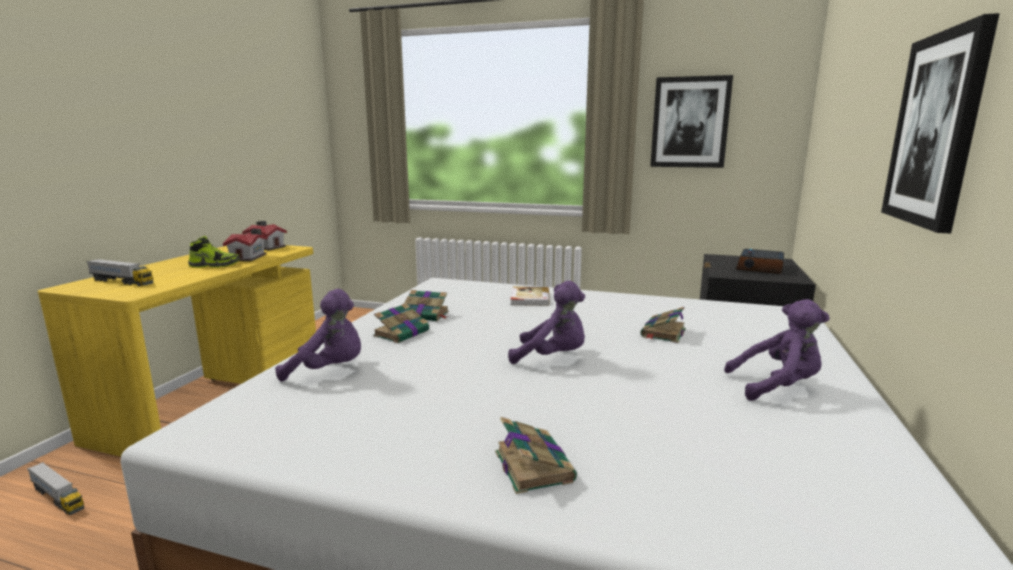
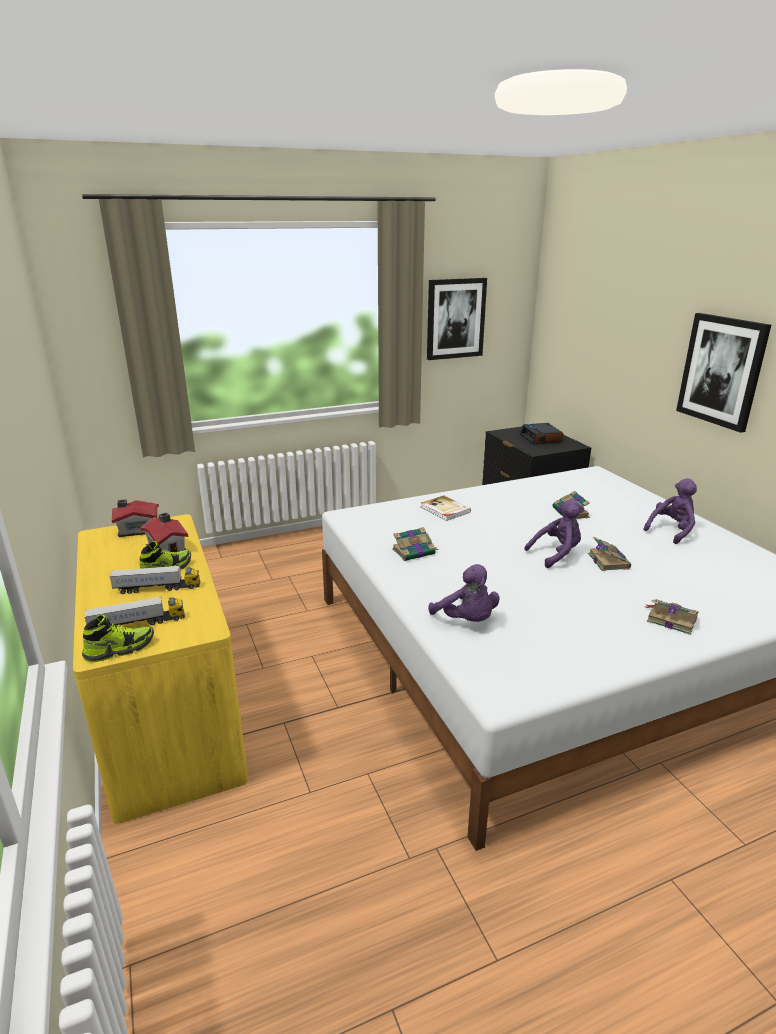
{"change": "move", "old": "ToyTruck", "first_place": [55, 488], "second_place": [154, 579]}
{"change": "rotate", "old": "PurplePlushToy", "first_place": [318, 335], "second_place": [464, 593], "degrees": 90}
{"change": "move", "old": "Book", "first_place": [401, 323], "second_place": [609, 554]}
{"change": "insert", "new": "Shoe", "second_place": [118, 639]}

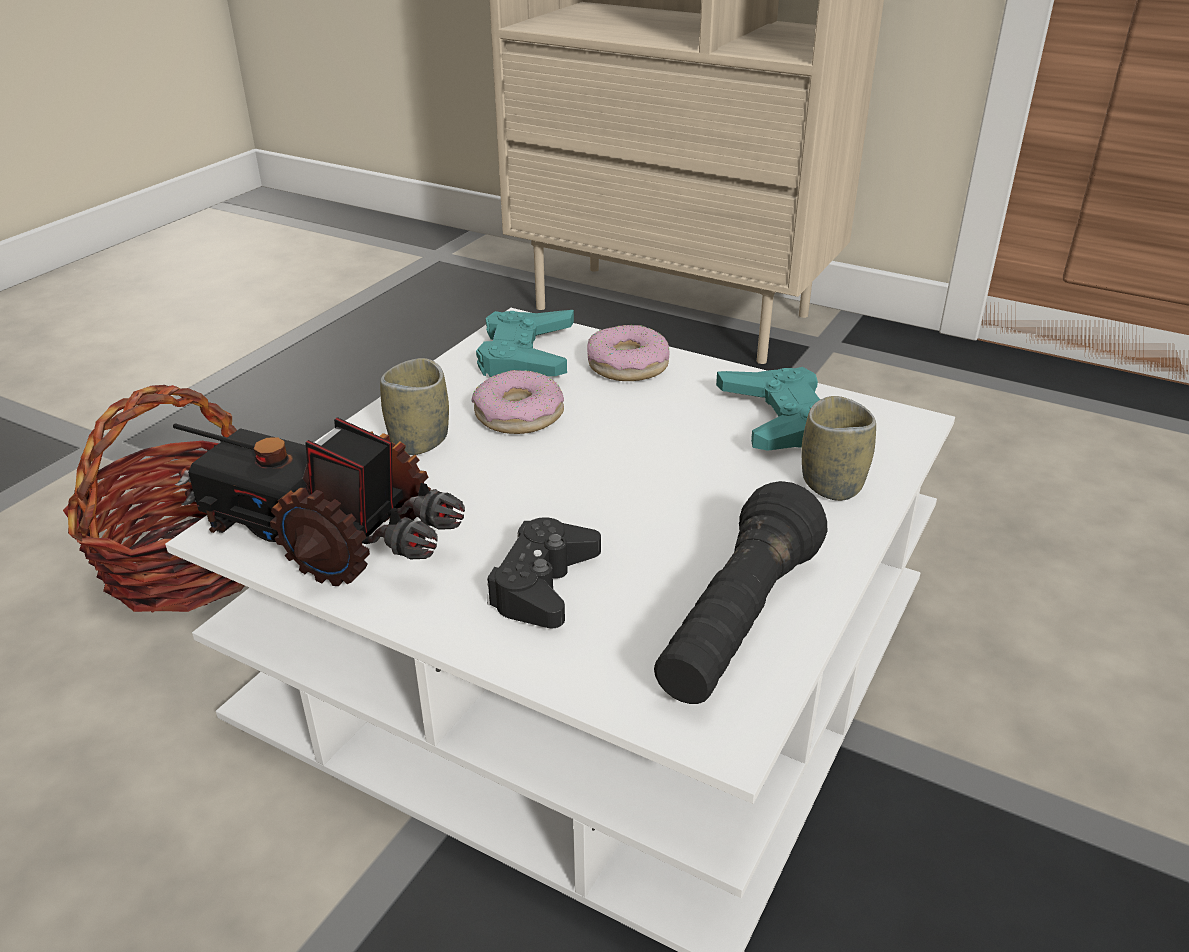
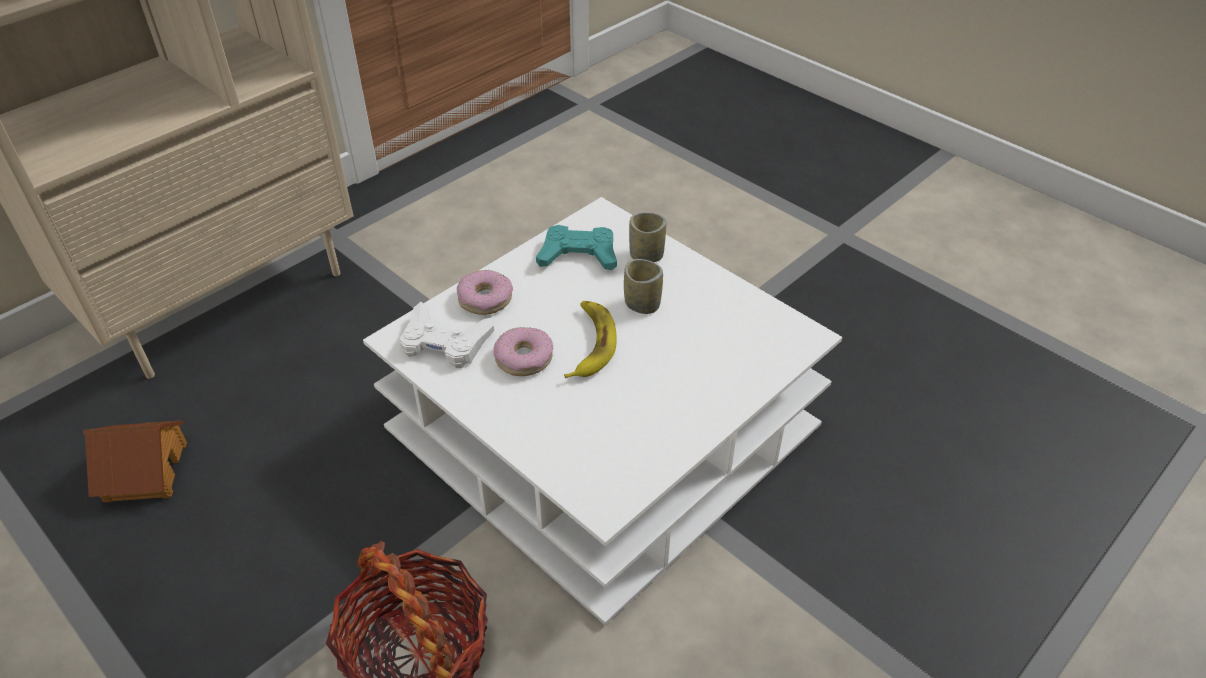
{"change": "delete", "old": "ToyTruck", "first_place": [319, 501]}
{"change": "move", "old": "Cup", "first_place": [414, 406], "second_place": [643, 286]}
{"change": "recolor", "old": "TurquoiseGameController", "new": "WhiteGameController", "first_place": [525, 343], "second_place": [447, 335]}
{"change": "delete", "old": "BlackGameController", "first_place": [544, 572]}
{"change": "delete", "old": "BlackFlashlight", "first_place": [740, 592]}
{"change": "insert", "new": "ToyHouse", "second_place": [135, 461]}
{"change": "insert", "new": "Banana", "second_place": [590, 339]}

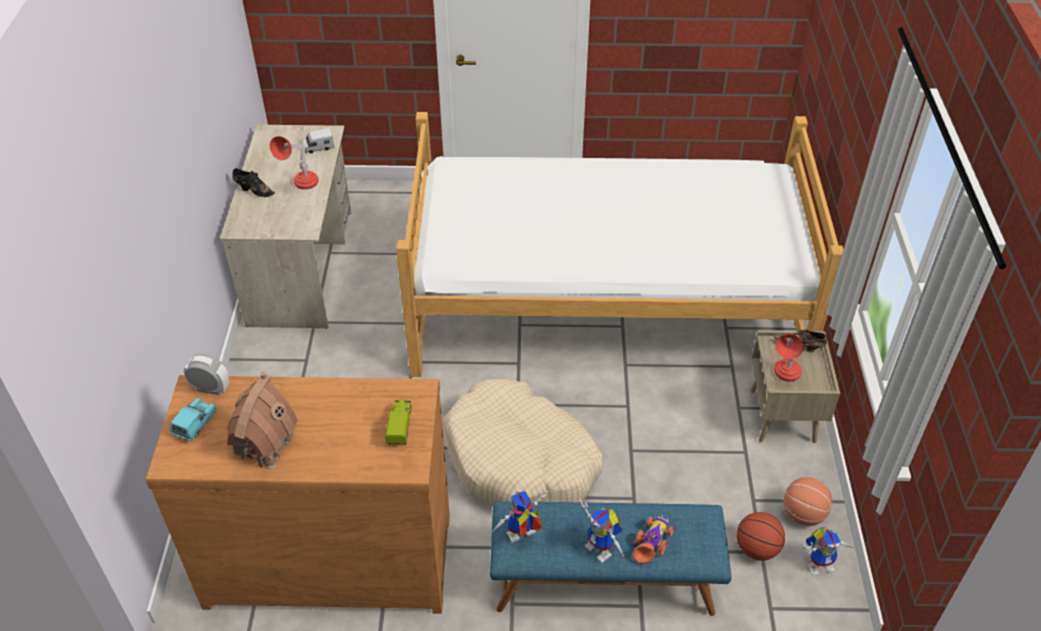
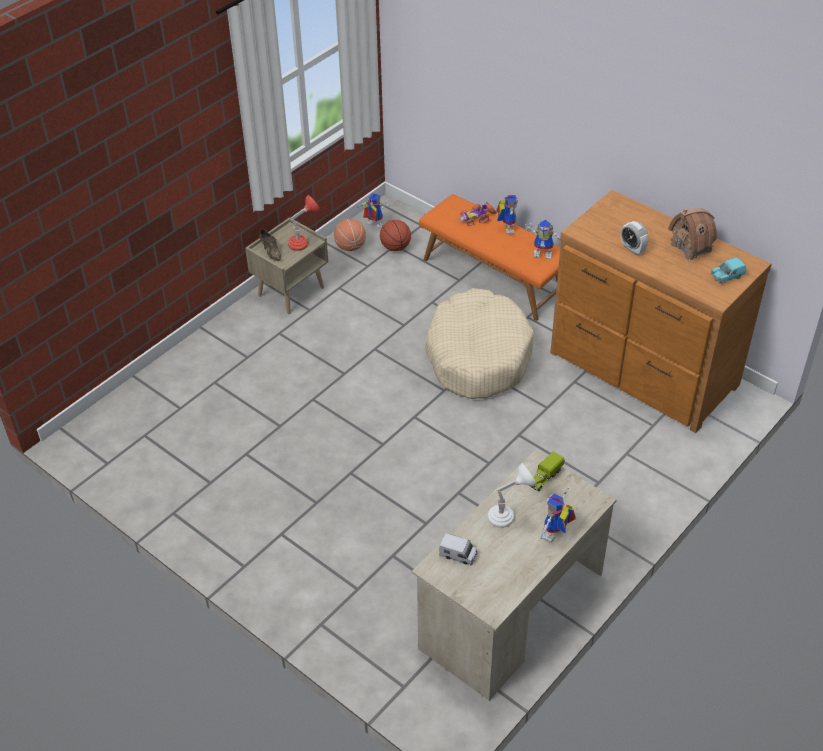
{"change": "move", "old": "AlarmClock", "first_place": [206, 374], "second_place": [634, 238]}
{"change": "replace", "old": "BlackShoe", "new": "ToyRobot", "first_place": [253, 182], "second_place": [557, 515]}
{"change": "recolor", "old": "RedTableLamp", "new": "WhiteTableLamp", "first_place": [294, 162], "second_place": [512, 495]}
{"change": "move", "old": "ToyTruck", "first_place": [398, 422], "second_place": [547, 471]}
{"change": "delete", "old": "Bed", "first_place": [619, 244]}
{"change": "recolor", "old": "BlueBench", "new": "OrangeBench", "first_place": [611, 558], "second_place": [489, 257]}

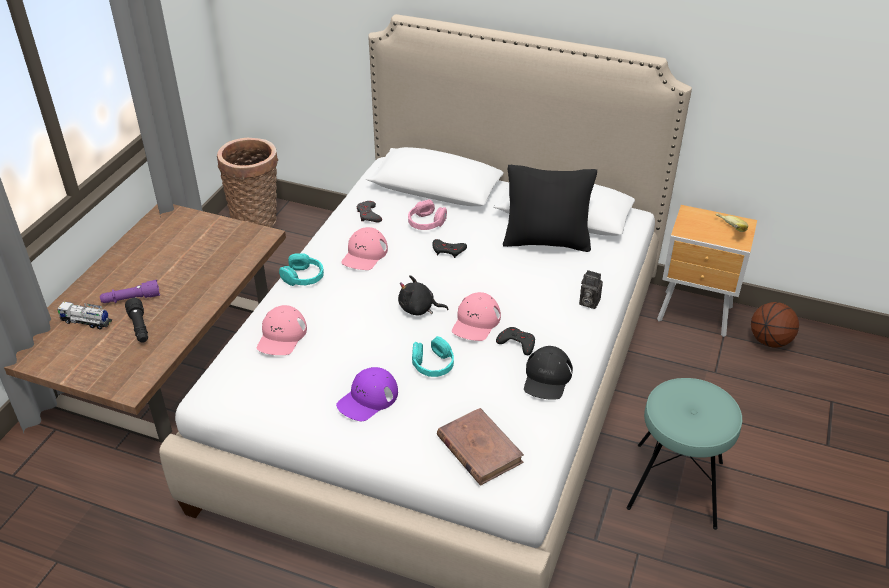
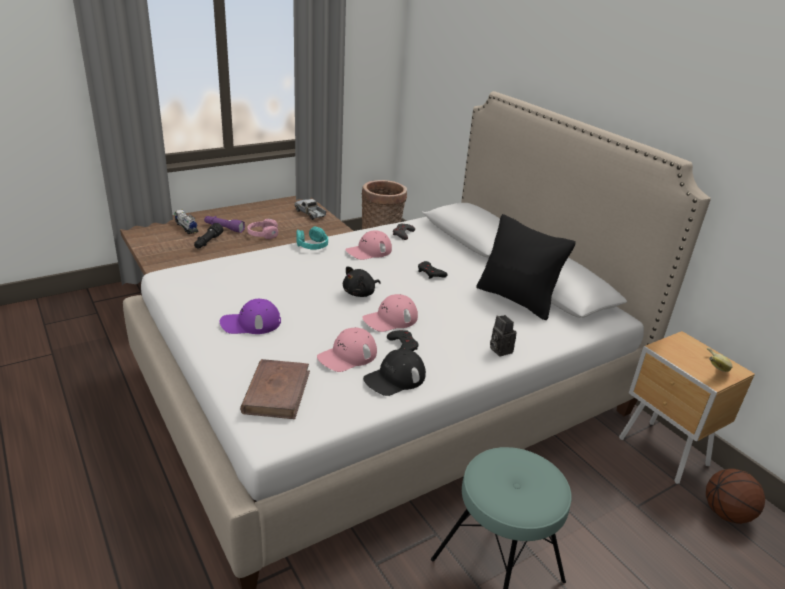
{"change": "move", "old": "PinkCap", "first_place": [282, 330], "second_place": [347, 349]}
{"change": "rotate", "old": "BlackPlushToy", "first_place": [423, 295], "second_place": [362, 281], "degrees": -90}
{"change": "move", "old": "PinkHeadphones", "first_place": [427, 214], "second_place": [262, 229]}
{"change": "delete", "old": "TurquoiseHeadphones", "first_place": [433, 356]}
{"change": "insert", "new": "ToyTruck", "second_place": [310, 209]}

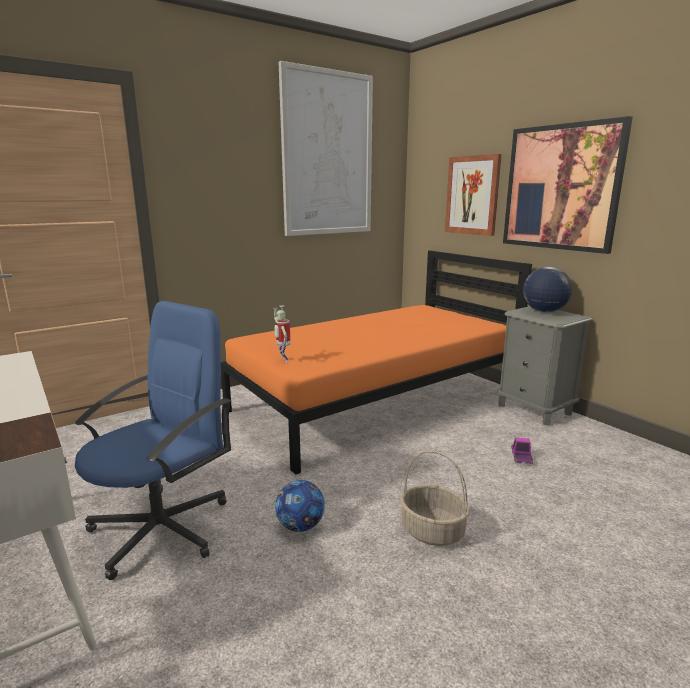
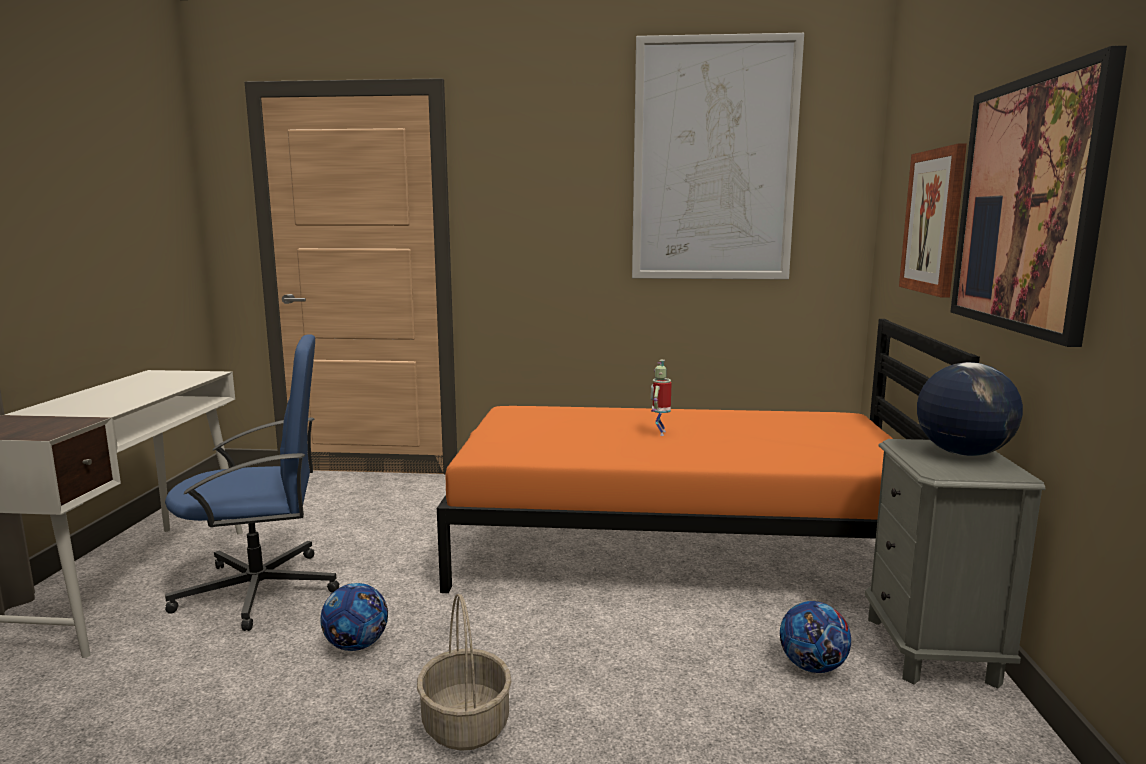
{"change": "move", "old": "ToyRobot", "first_place": [281, 333], "second_place": [661, 398]}
{"change": "delete", "old": "ToyTruck", "first_place": [522, 451]}
{"change": "insert", "new": "Football", "second_place": [815, 637]}

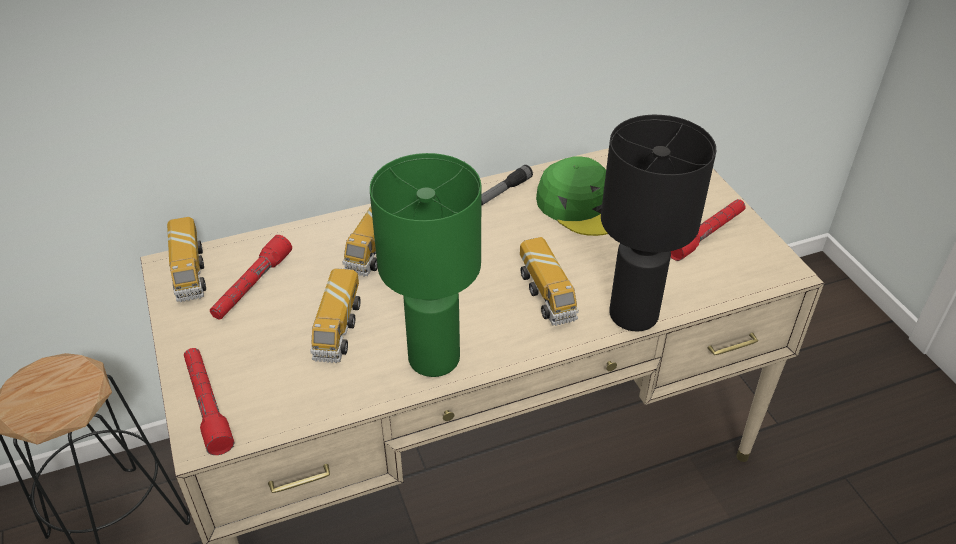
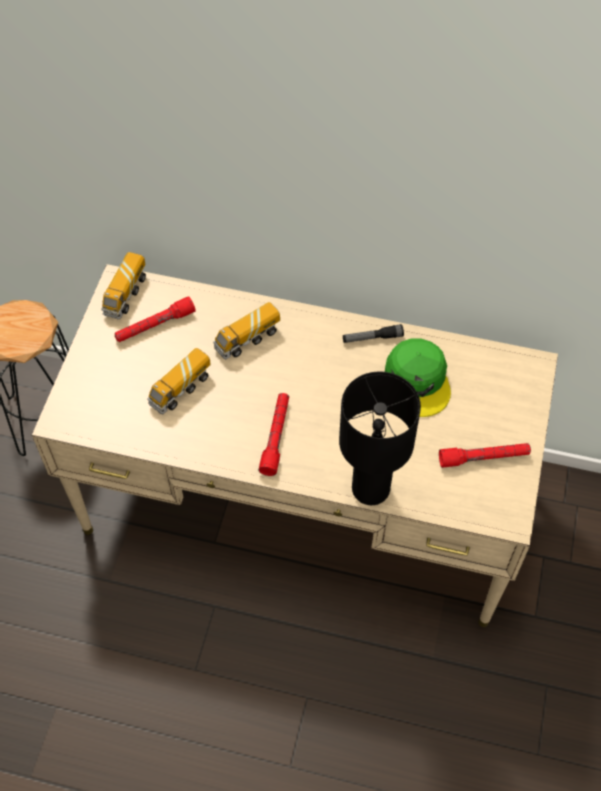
{"change": "move", "old": "RedFlashlight", "first_place": [209, 401], "second_place": [274, 434]}
{"change": "delete", "old": "GreenTableLamp", "first_place": [425, 265]}
{"change": "delete", "old": "ToyTruck", "first_place": [549, 281]}

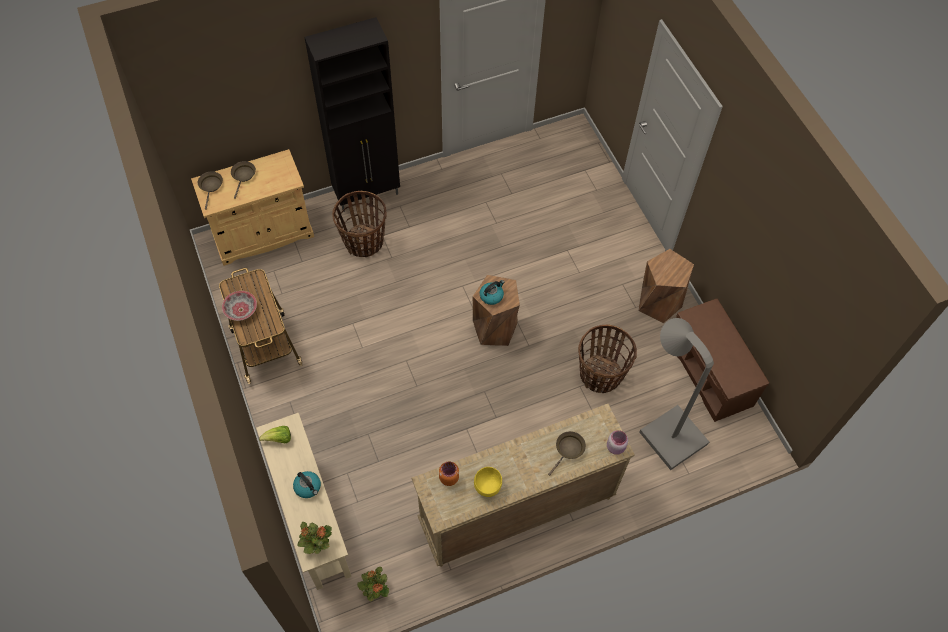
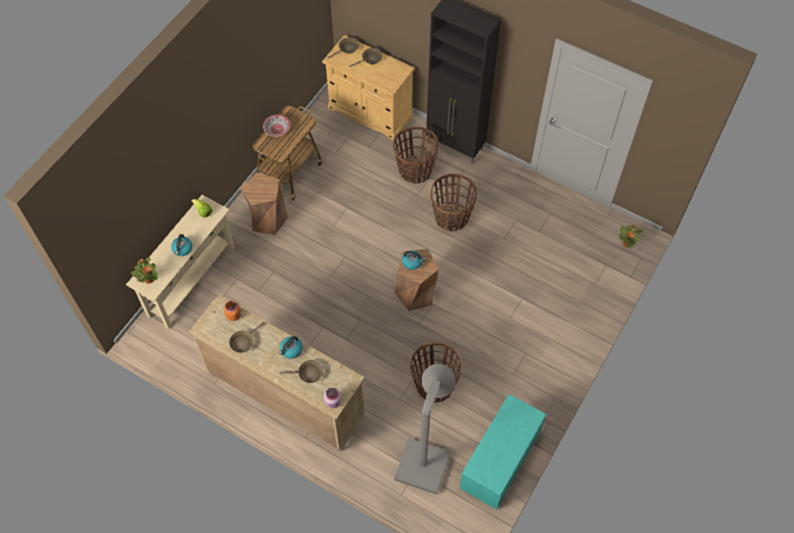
{"change": "move", "old": "PottedPlant", "first_place": [373, 584], "second_place": [631, 236]}
{"change": "replace", "old": "YellowBowl", "new": "BrownFryingPan", "first_place": [488, 482], "second_place": [246, 337]}
{"change": "move", "old": "BrownStool", "first_place": [666, 286], "second_place": [264, 203]}
{"change": "recolor", "old": "BrownBench", "new": "TurquoiseBench", "first_place": [722, 360], "second_place": [503, 452]}
{"change": "insert", "new": "Kettle", "second_place": [291, 347]}
{"change": "insert", "new": "Basket", "second_place": [453, 202]}

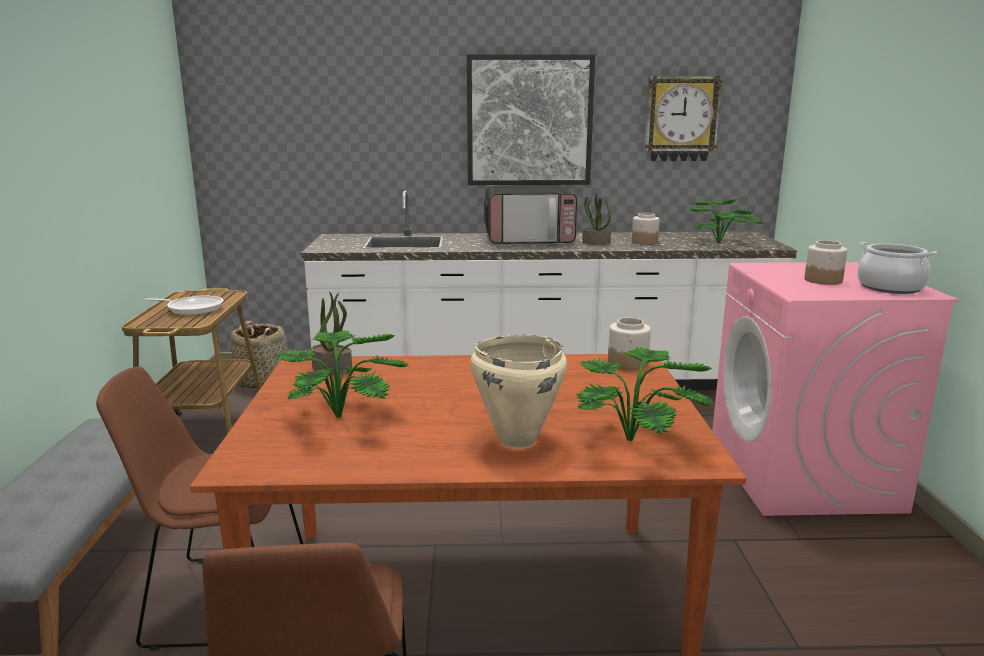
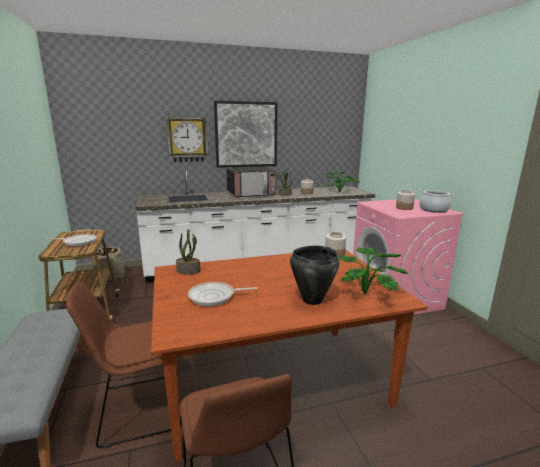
{"change": "replace", "old": "PottedPlant", "new": "FryingPan", "first_place": [342, 374], "second_place": [223, 294]}
{"change": "recolor", "old": "BeigeCookingPot", "new": "BlackCookingPot", "first_place": [518, 391], "second_place": [314, 275]}
{"change": "move", "old": "WallClock", "first_place": [683, 118], "second_place": [187, 139]}

